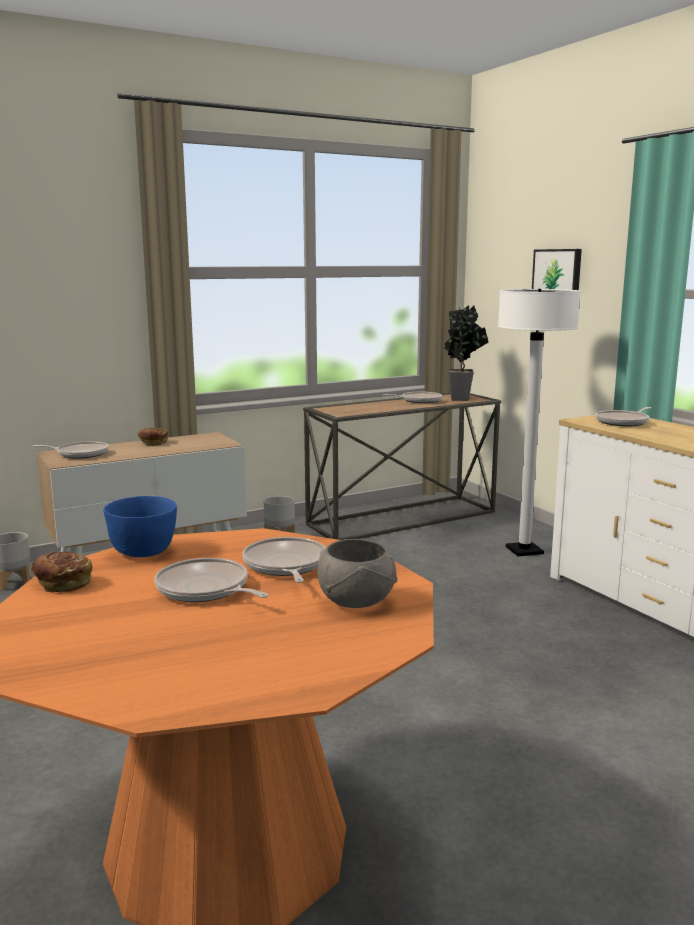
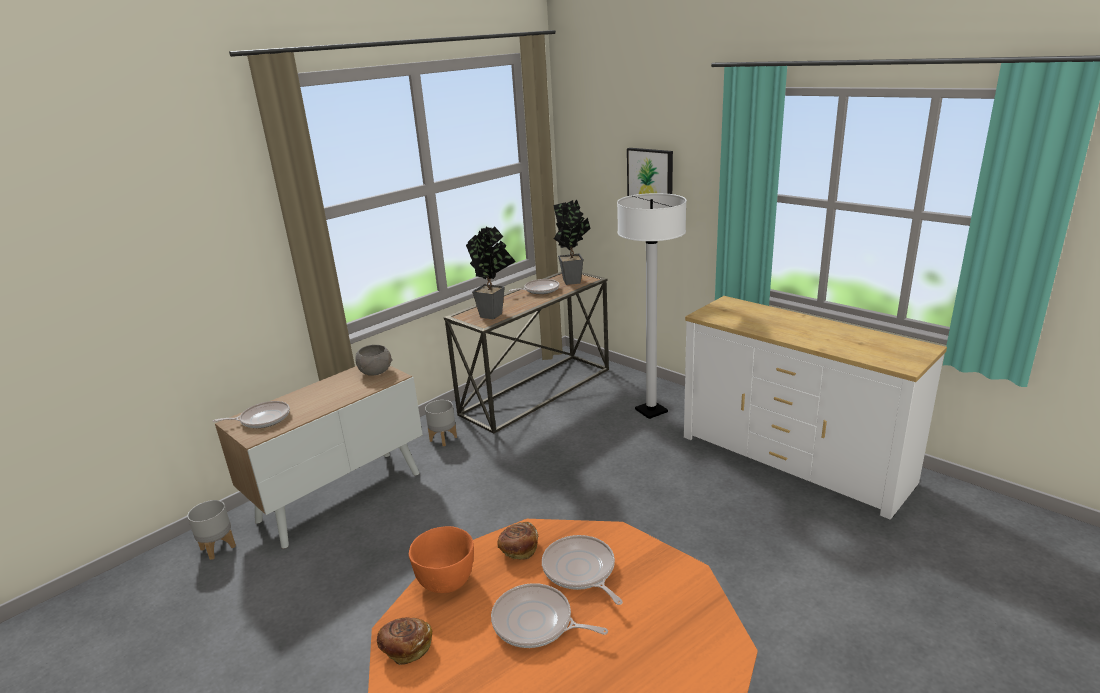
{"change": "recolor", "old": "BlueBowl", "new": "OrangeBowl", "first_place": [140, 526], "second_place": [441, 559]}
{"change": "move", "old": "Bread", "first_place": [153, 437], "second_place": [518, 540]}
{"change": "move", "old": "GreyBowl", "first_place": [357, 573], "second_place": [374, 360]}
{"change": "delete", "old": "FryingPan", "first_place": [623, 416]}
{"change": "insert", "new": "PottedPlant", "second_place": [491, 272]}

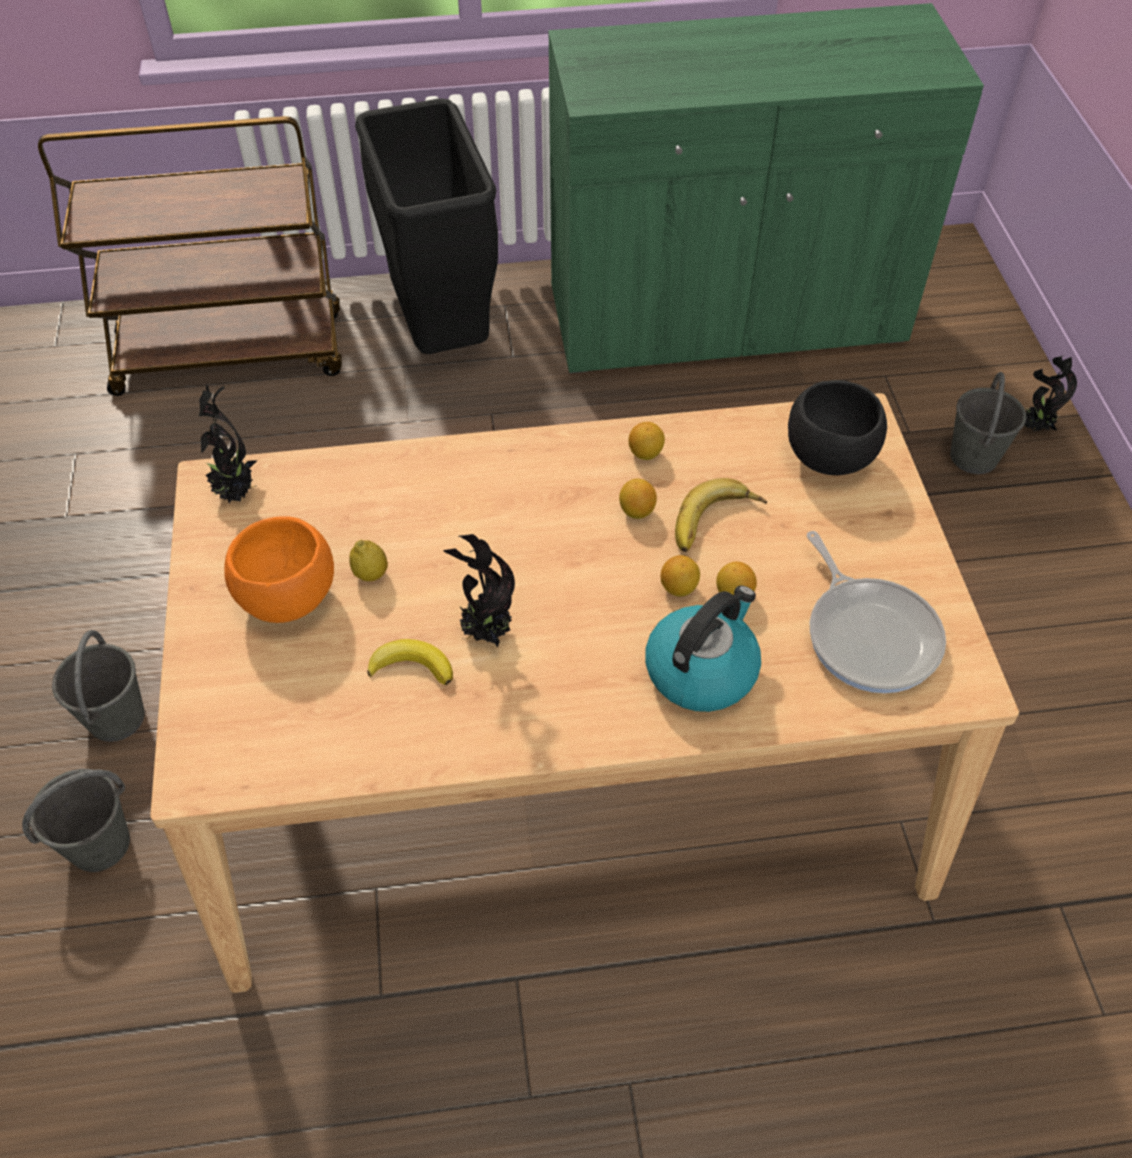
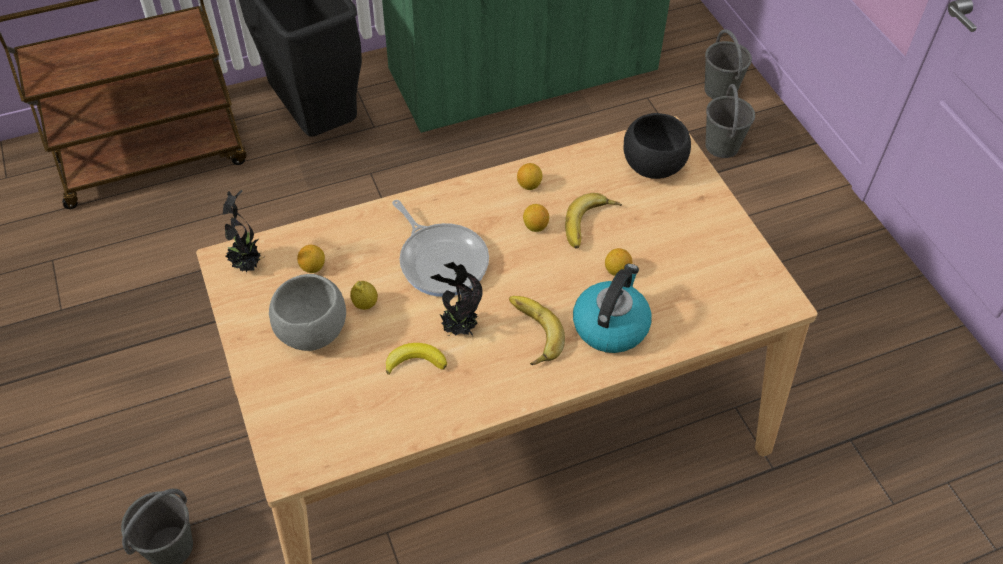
{"change": "move", "old": "GreyBucket", "first_place": [98, 686], "second_place": [728, 64]}
{"change": "recolor", "old": "OrangeBowl", "new": "GreyBowl", "first_place": [279, 569], "second_place": [307, 312]}
{"change": "move", "old": "Lemon", "first_place": [680, 576], "second_place": [311, 259]}
{"change": "move", "old": "FryingPan", "first_place": [876, 612], "second_place": [440, 248]}
{"change": "delete", "old": "PottedPlant", "first_place": [1050, 393]}
{"change": "insert", "new": "Banana", "second_place": [537, 330]}

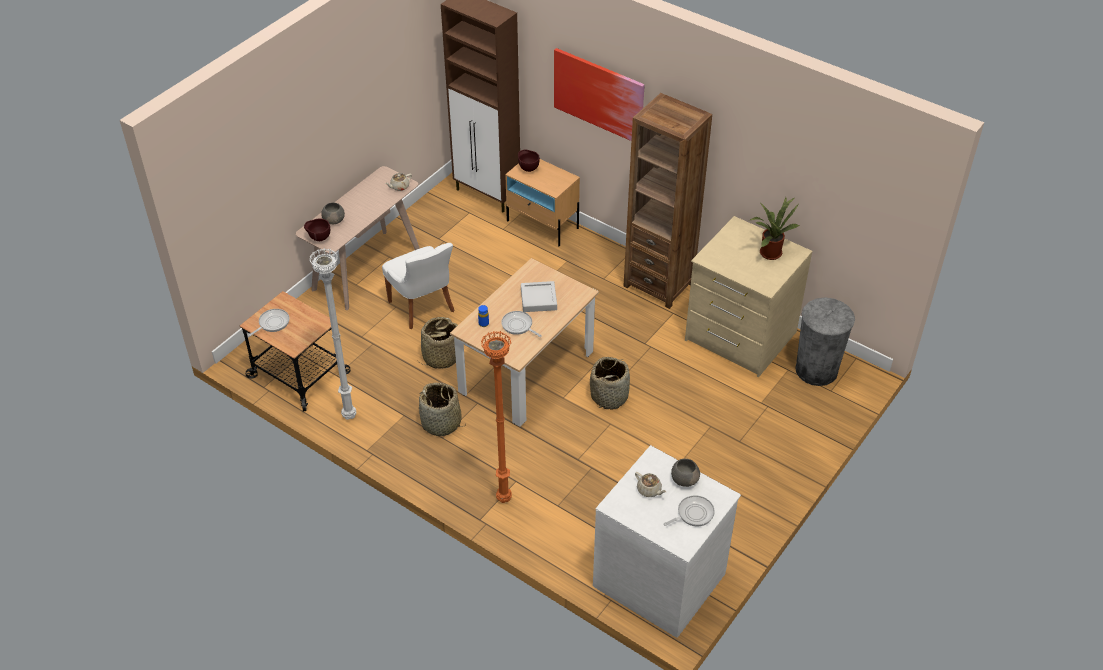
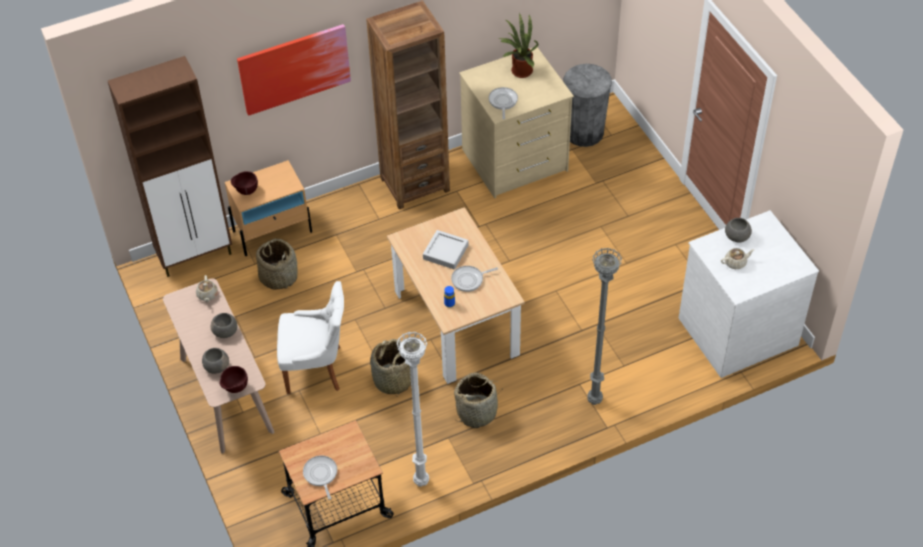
{"change": "recolor", "old": "OrangeFloorLamp", "new": "GreyFloorLamp", "first_place": [496, 417], "second_place": [604, 326]}
{"change": "move", "old": "Basket", "first_place": [610, 383], "second_place": [277, 264]}
{"change": "move", "old": "FryingPan", "first_place": [689, 511], "second_place": [503, 103]}
{"change": "insert", "new": "GreyBowl", "second_place": [224, 325]}

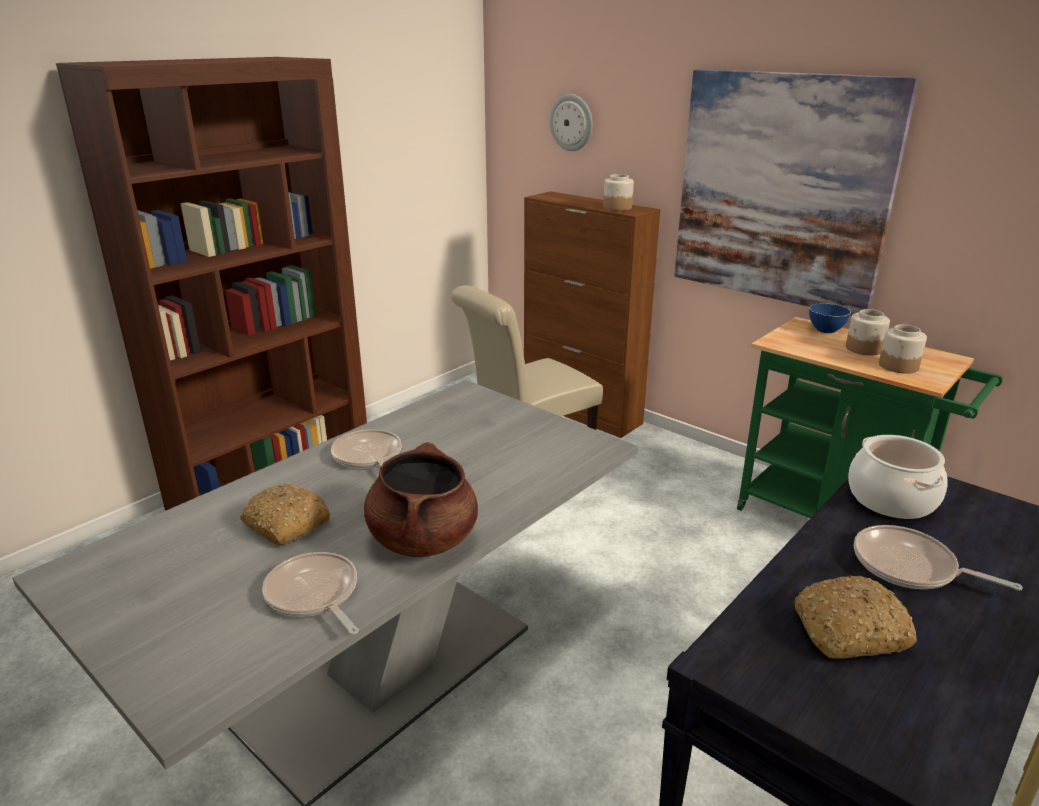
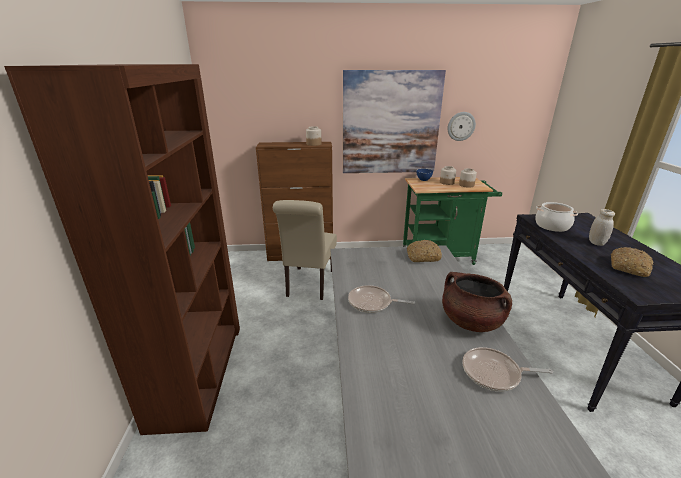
{"change": "move", "old": "Bread", "first_place": [285, 514], "second_place": [424, 251]}
{"change": "move", "old": "WallClock", "first_place": [571, 122], "second_place": [462, 126]}
{"change": "replace", "old": "FryingPan", "new": "WhiteJar", "first_place": [938, 558], "second_place": [602, 227]}

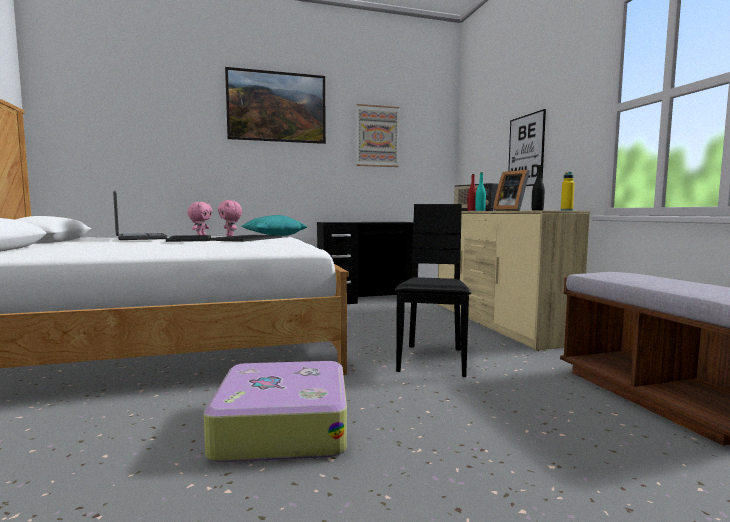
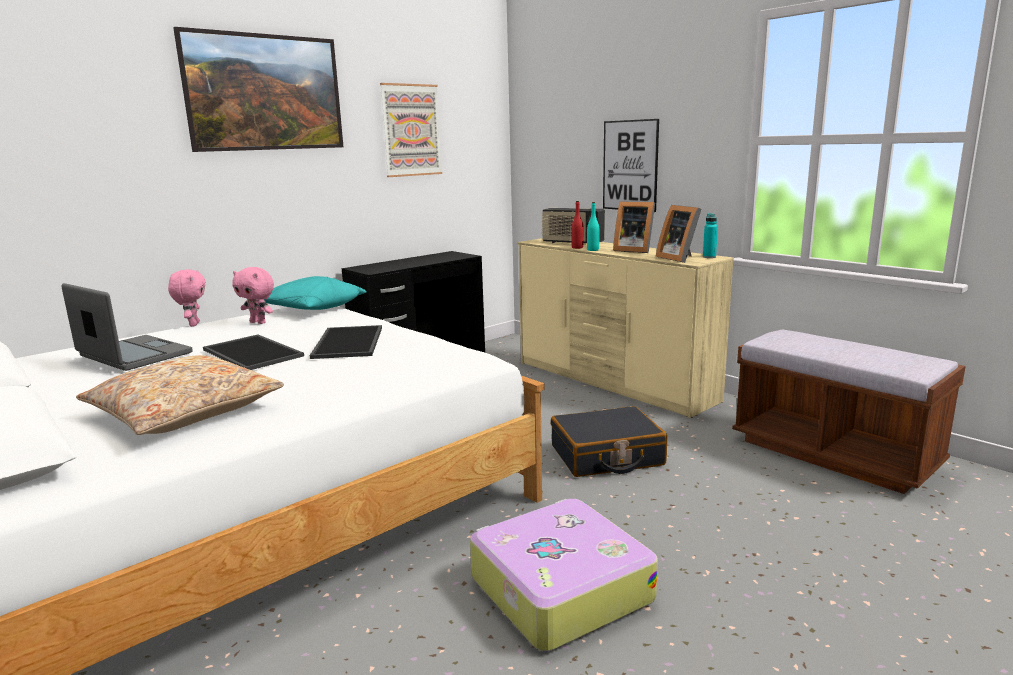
{"change": "replace", "old": "BlackChair", "new": "BlackSuitcase", "first_place": [432, 290], "second_place": [609, 441]}
{"change": "replace", "old": "BlackBottle", "new": "PictureFrame", "first_place": [538, 187], "second_place": [678, 234]}
{"change": "recolor", "old": "YellowBottle", "new": "TurquoiseBottle", "first_place": [568, 191], "second_place": [710, 235]}
{"change": "insert", "new": "BeigePillow", "second_place": [180, 395]}

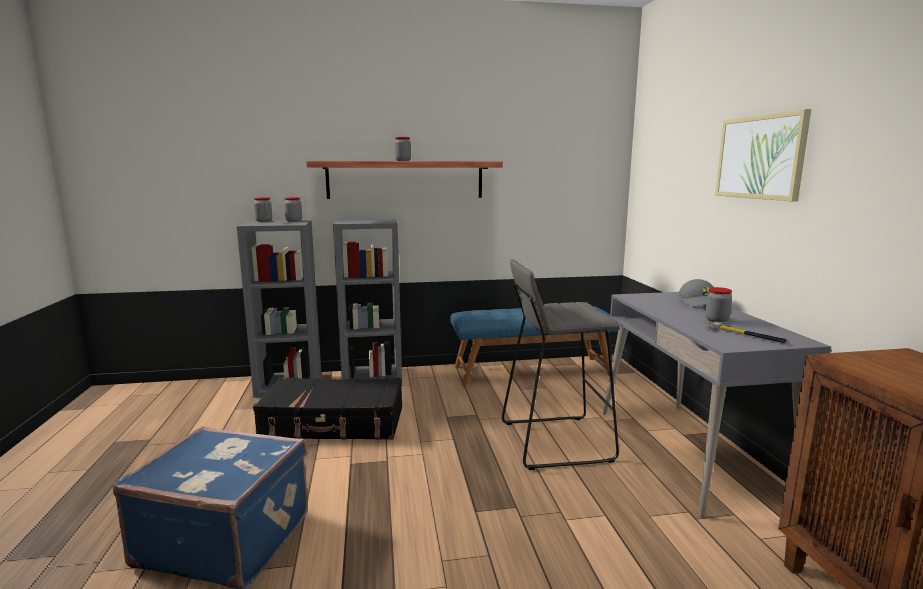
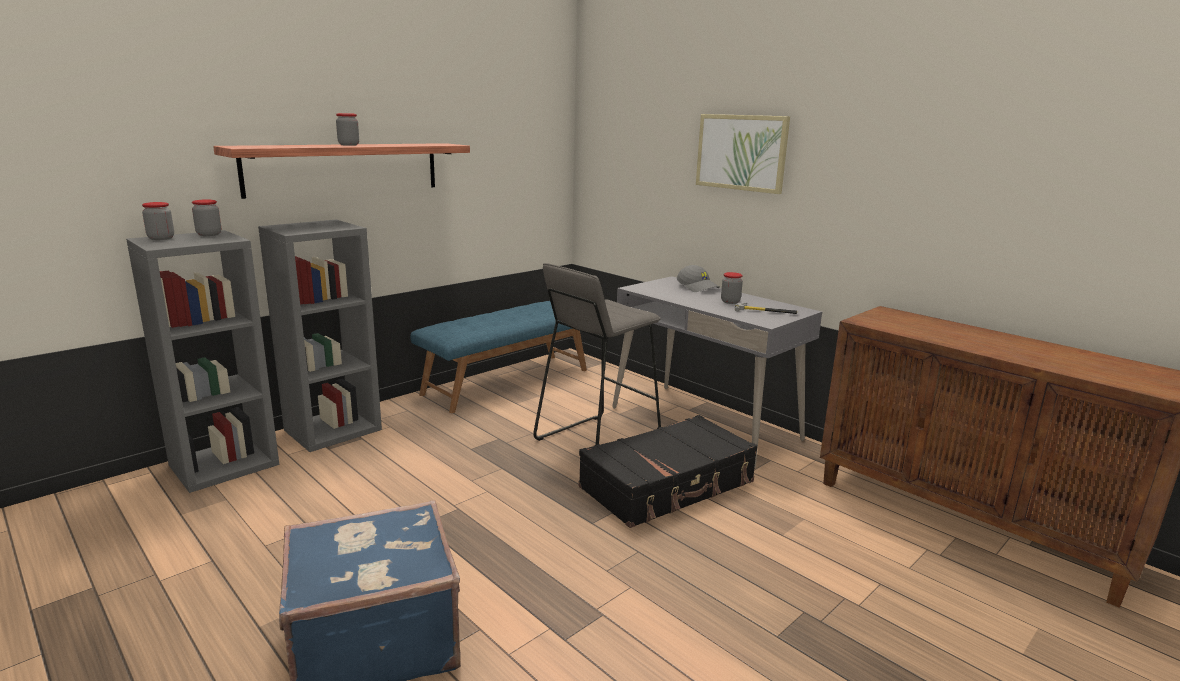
{"change": "move", "old": "BlackSuitcase", "first_place": [327, 408], "second_place": [668, 471]}

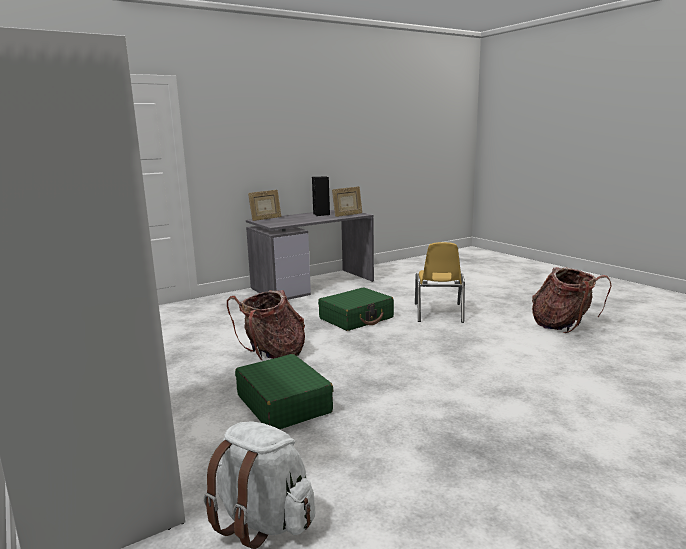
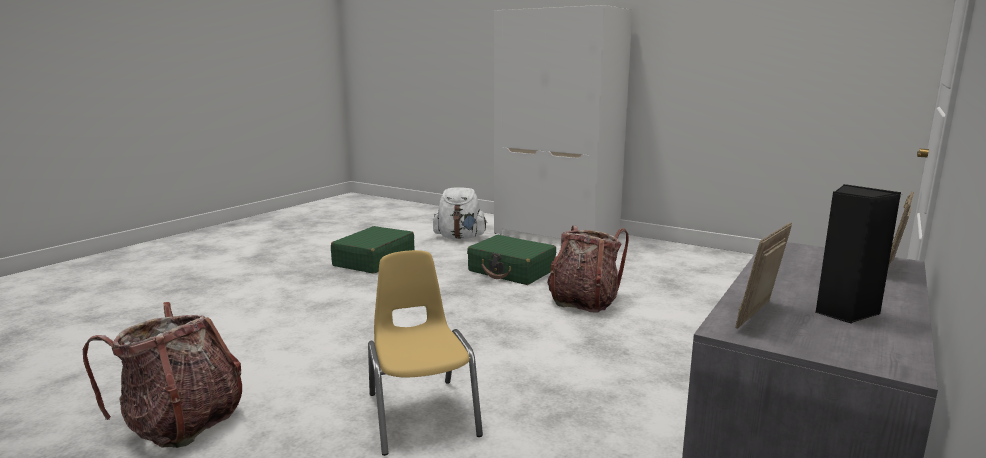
{"change": "move", "old": "GreenSuitcase", "first_place": [356, 309], "second_place": [372, 250]}

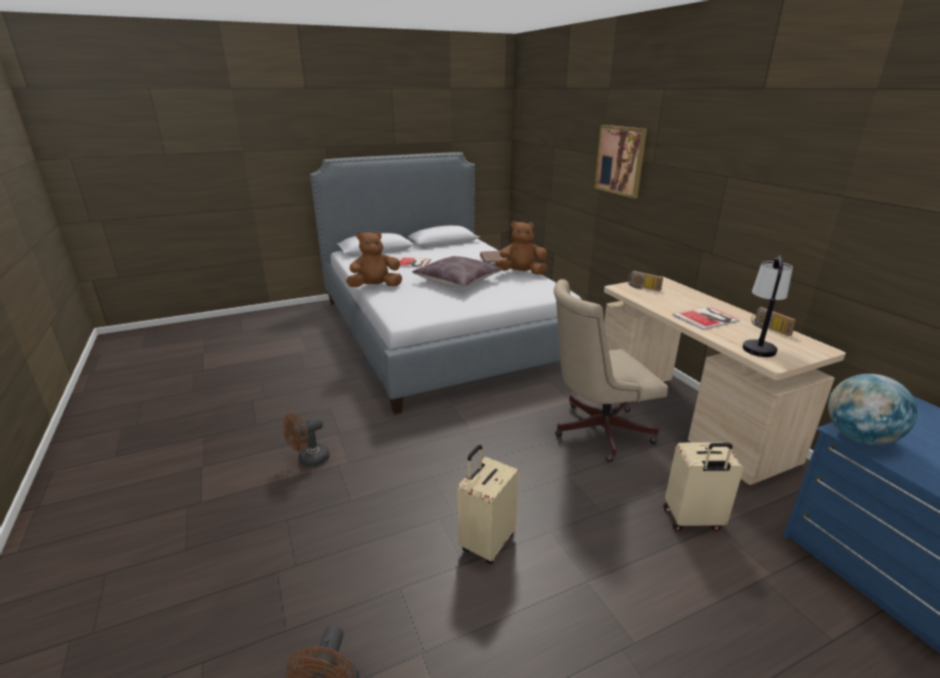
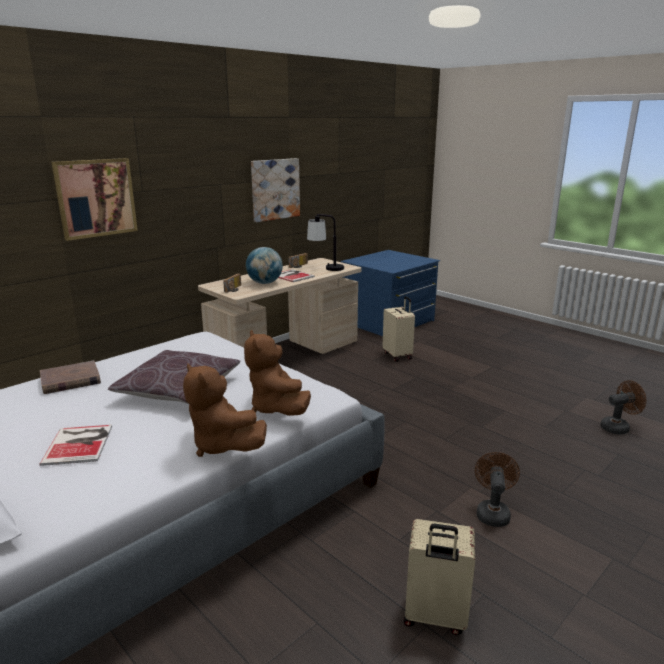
{"change": "rotate", "old": "BrownFan", "first_place": [306, 440], "second_place": [497, 489], "degrees": -105}
{"change": "move", "old": "BeigeSuitcase", "first_place": [488, 504], "second_place": [439, 577]}
{"change": "move", "old": "BrownPlushToy", "first_place": [521, 248], "second_place": [277, 373]}
{"change": "delete", "old": "BeigeOfficeChair", "first_place": [611, 370]}
{"change": "move", "old": "Globe", "first_place": [872, 409], "second_place": [264, 265]}
{"change": "insert", "new": "Picture", "second_place": [275, 190]}

